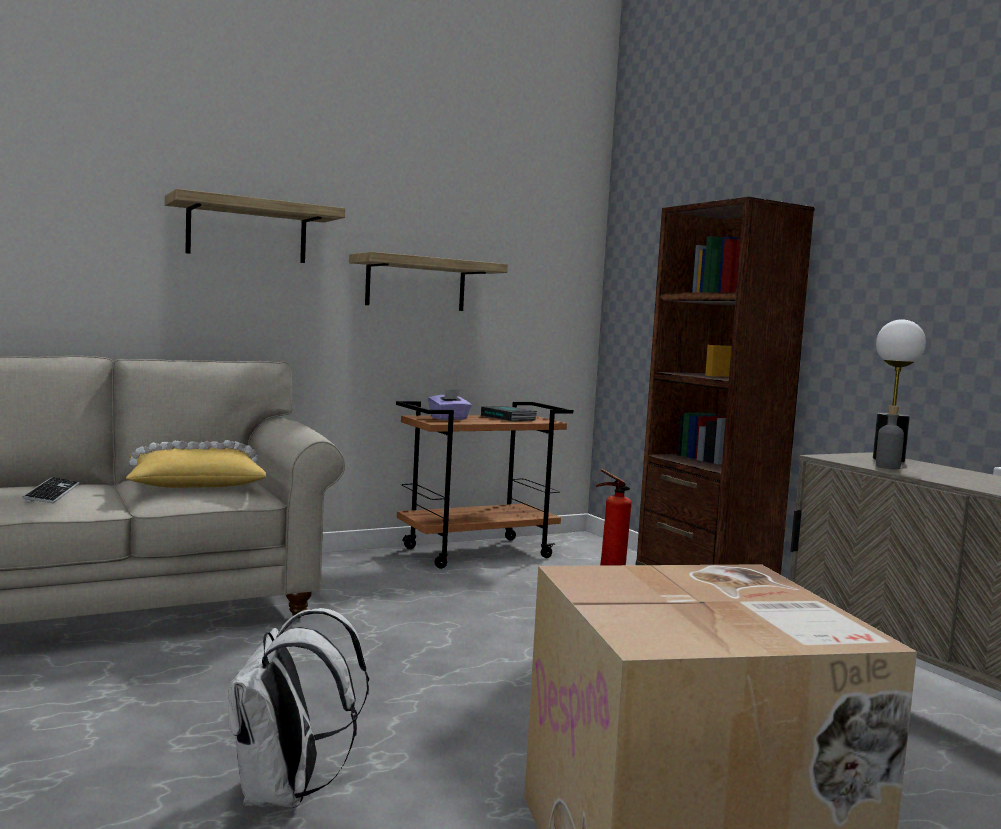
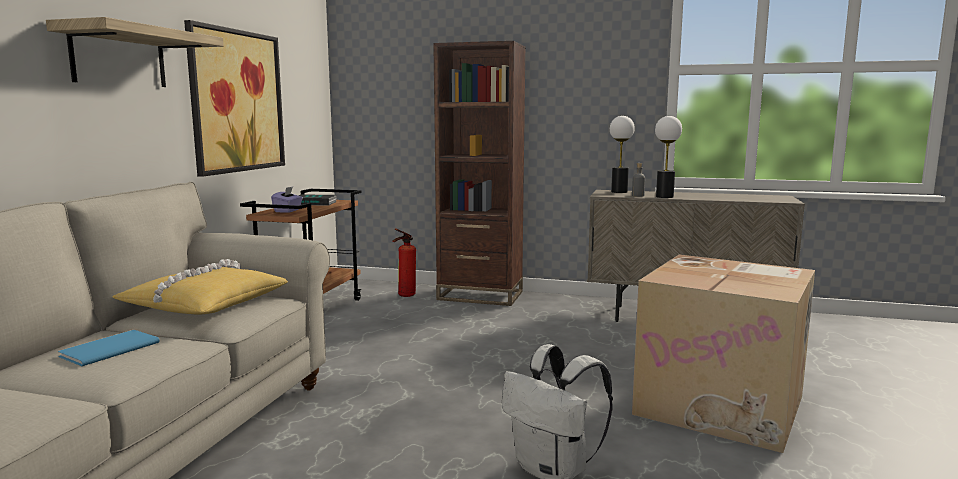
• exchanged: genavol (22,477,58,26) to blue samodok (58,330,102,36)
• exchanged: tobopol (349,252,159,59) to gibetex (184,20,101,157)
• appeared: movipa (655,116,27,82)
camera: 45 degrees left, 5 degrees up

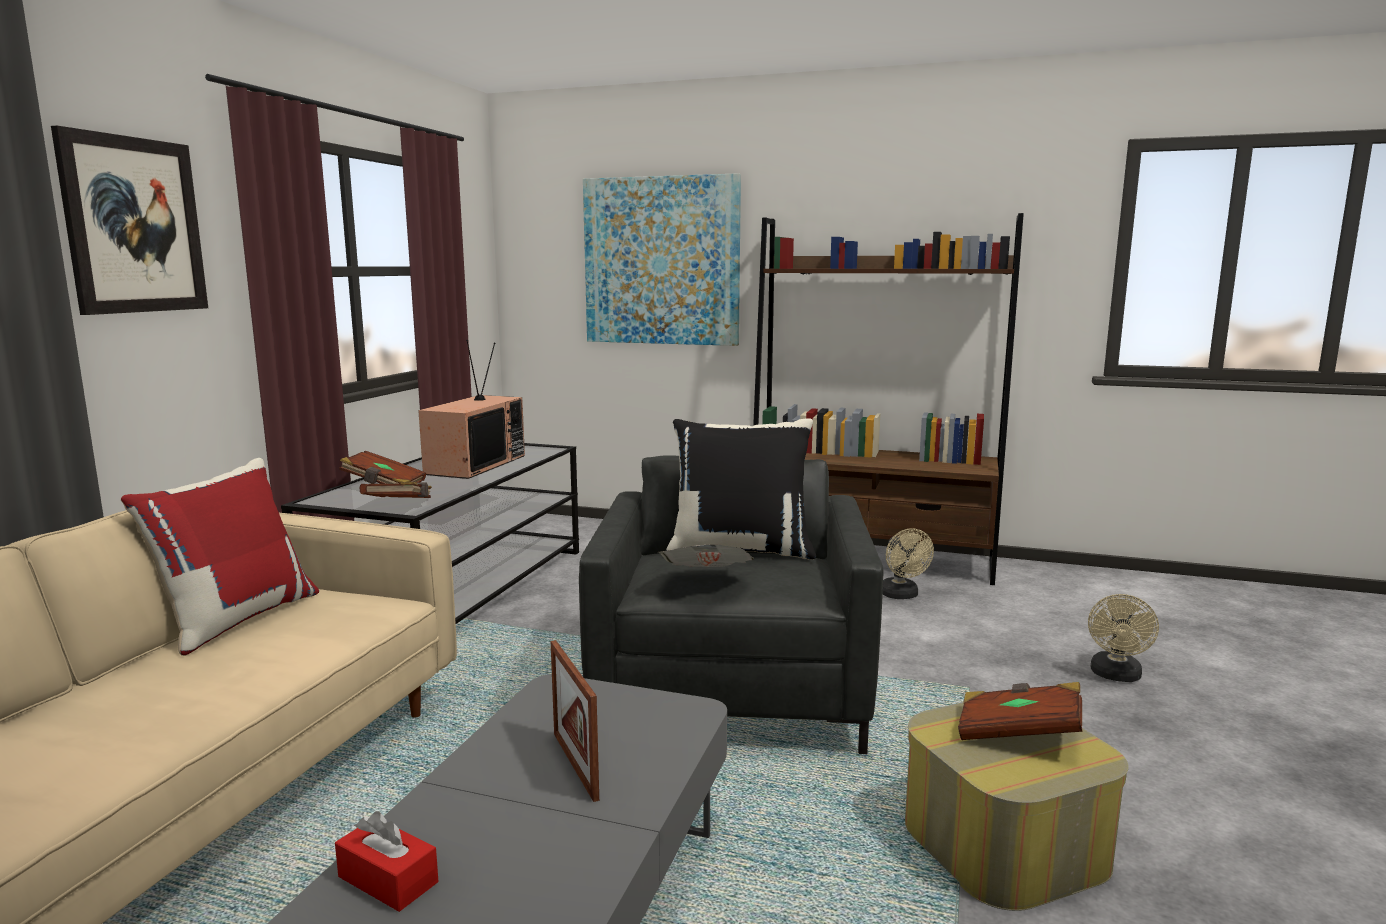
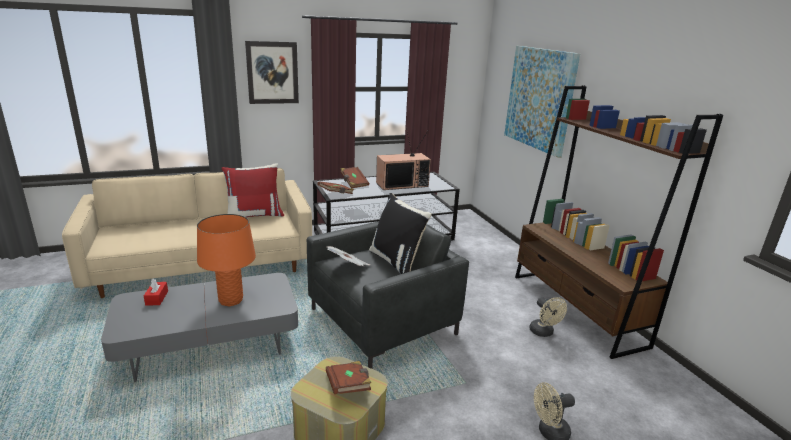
• exchanged: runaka (550,640,49,162) to orange movipa (197,214,59,92)
• spun: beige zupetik (882,528,52,71) = (529,297,38,40) 60 degrees counterclockwise
camera: 50 degrees right, 10 degrees up

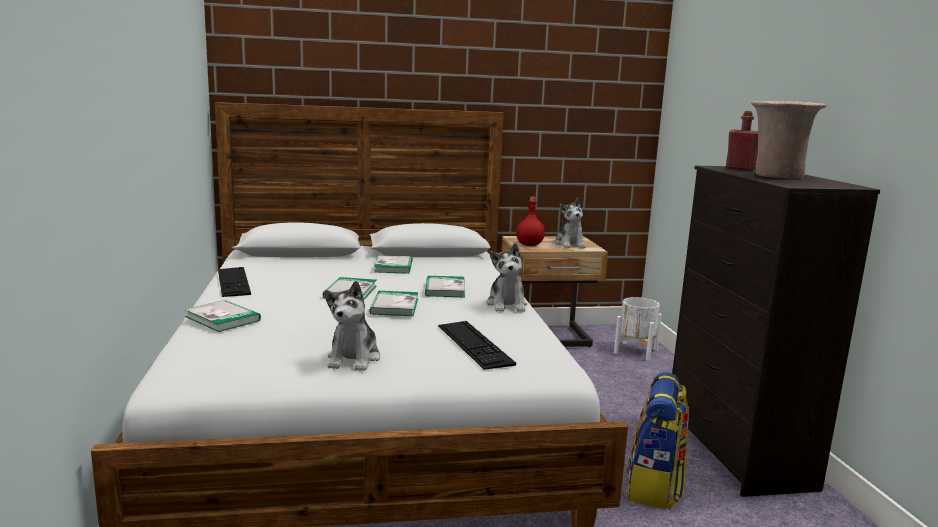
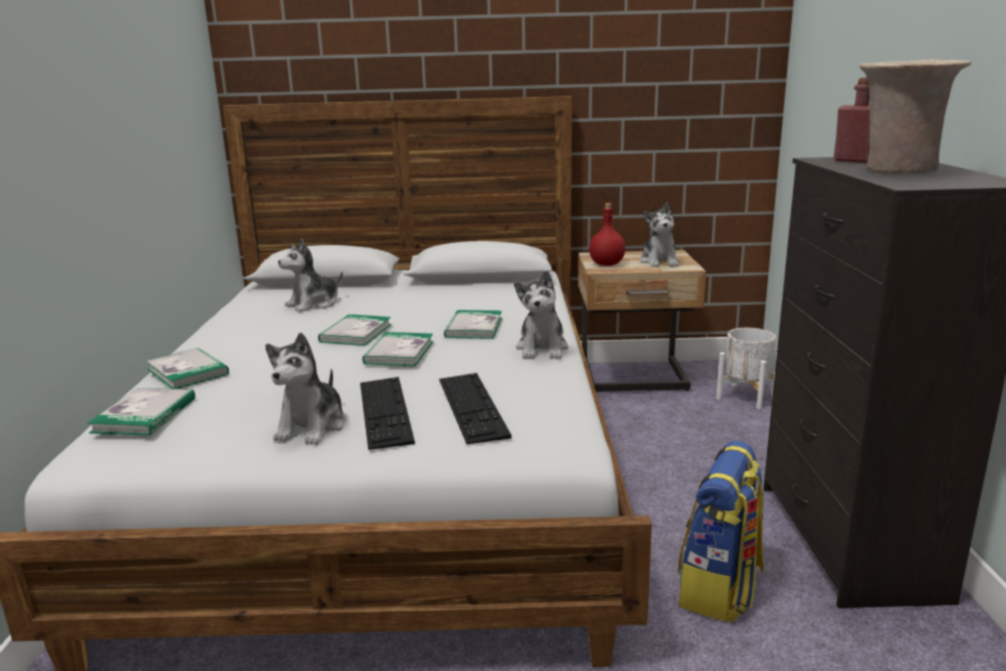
• relocated: genavol (218,267,33,30) to (360,377,55,73)
• relocated: samodok (374,255,39,19) to (87,388,108,48)
• appeared: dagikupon (278,239,65,73)
camera: 10 degrees right, 5 degrees up

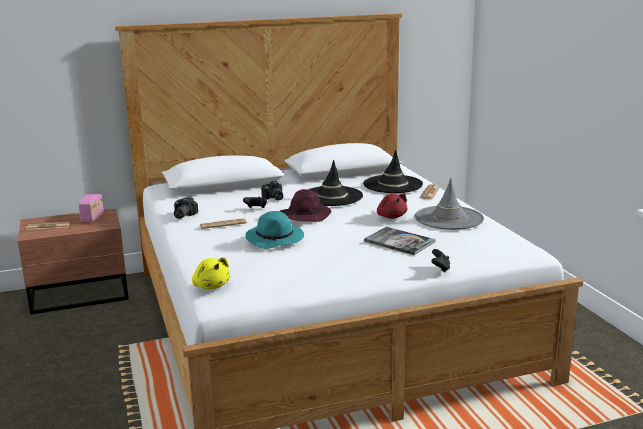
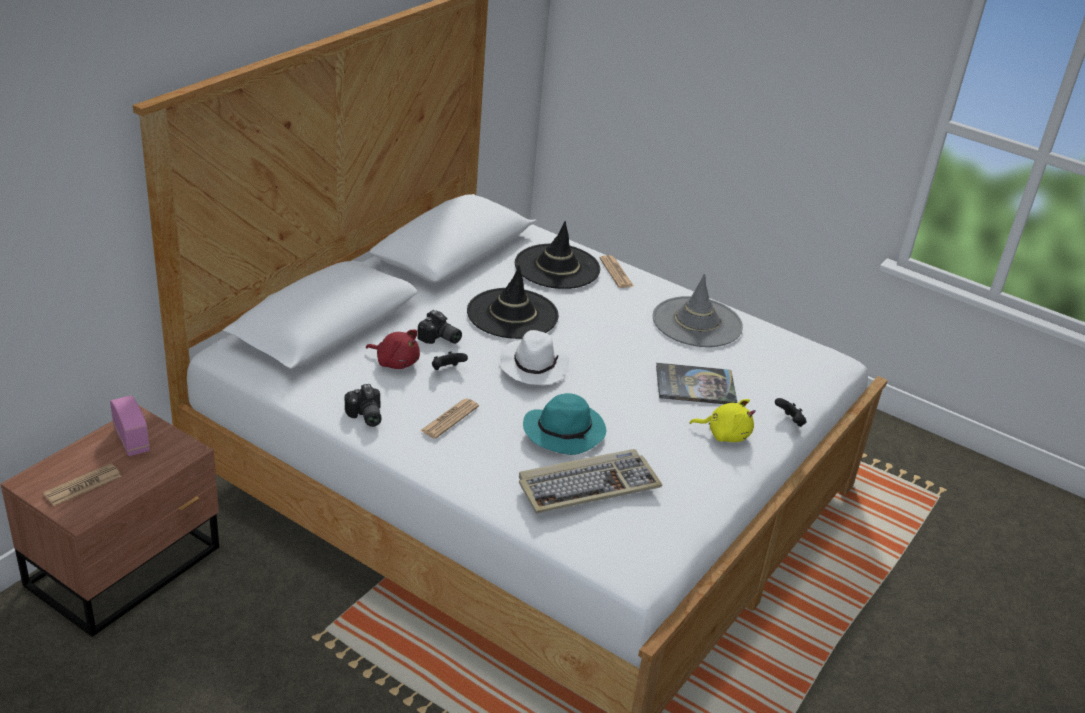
• relocated: yellow dagikupon (192,257,38,32) to (690,399,66,43)
• colour: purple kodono (280,189,51,33) to white kodono (500,330,69,55)
• relocated: red dagikupon (377,194,30,25) to (366,330,54,39)
• appeared: genavol (519,449,143,65)
camera: 40 degrees left, 15 degrees up

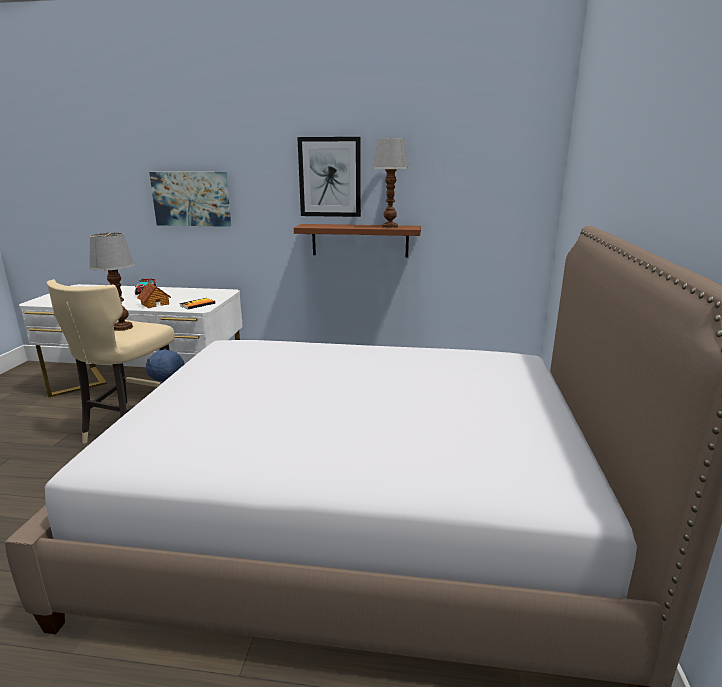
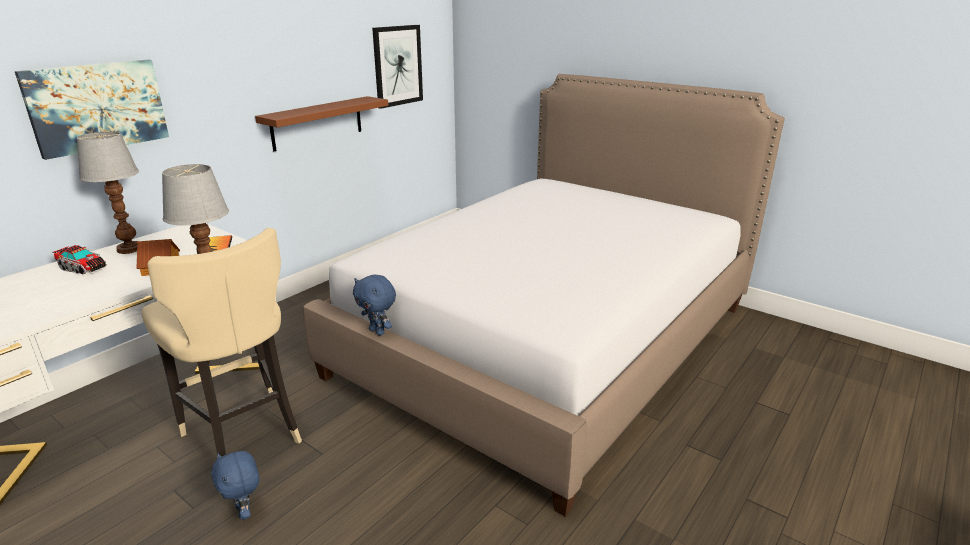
• relocated: gibetex (297,137,64,80) to (372,25,51,84)
• relocated: movipa (372,139,37,89) to (77,131,62,123)
• appeared: blue dagikupon (211,451,49,69)
camera: 60 degrees left, 5 degrees up

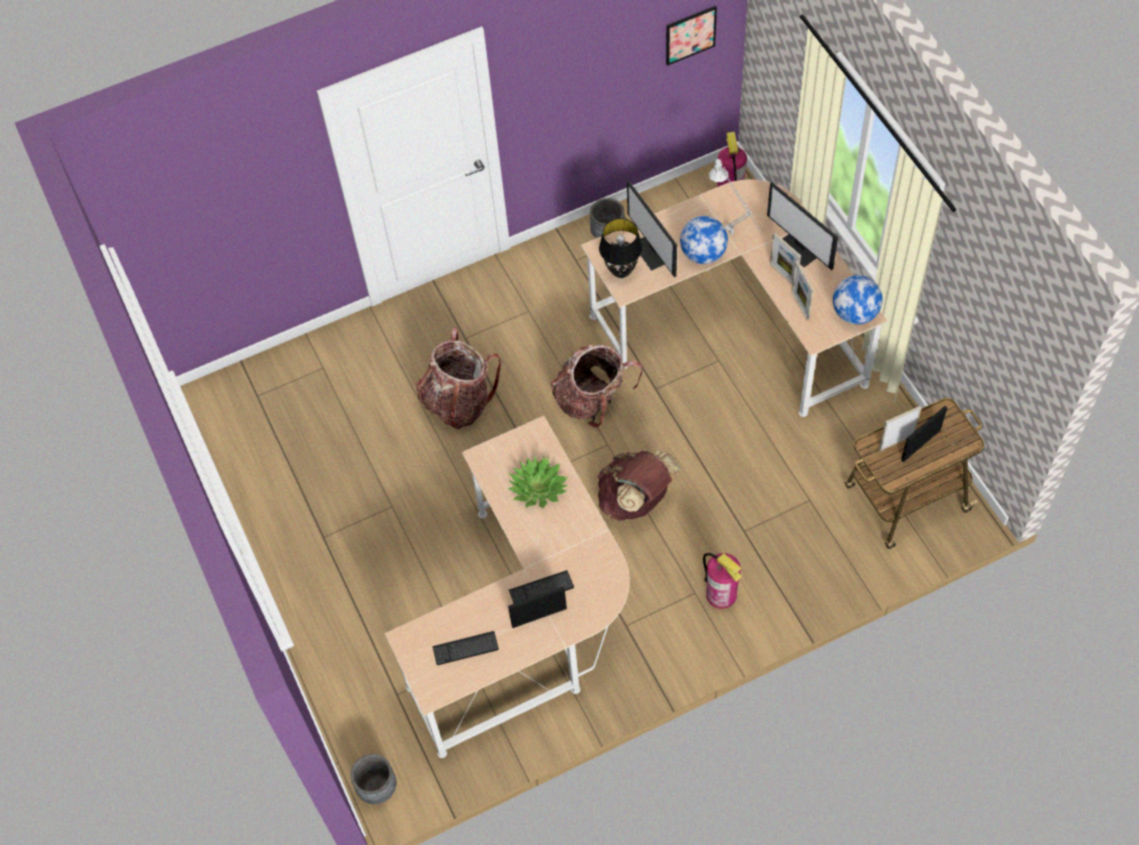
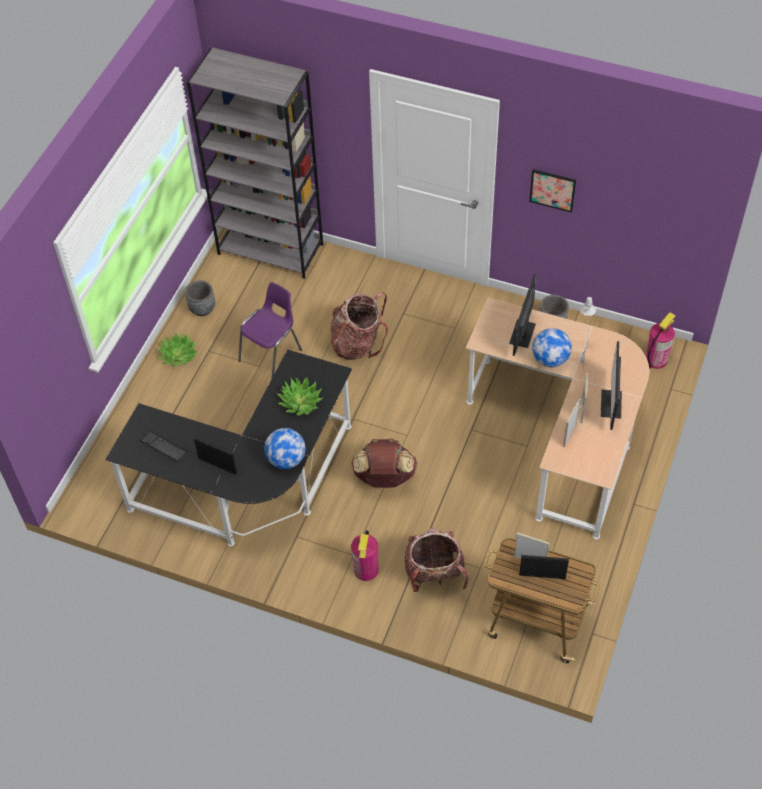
• relocated: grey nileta (351,754,45,50) to (185,280,30,36)
• colour: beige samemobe (385,416,245,342) to black samemobe (105,349,247,197)
• missing: genavol (509,570,65,34)
• relocated: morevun (551,344,92,84) to (405,528,63,64)
• missing: black movipa (599,218,43,60)
• relocated: gibetex (666,6,51,60) to (529,169,47,44)
• relocated: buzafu (833,275,50,50) to (264,428,41,41)
• appeared: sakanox (157,332,41,35)
• appeared: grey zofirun (187,48,136,231)
• appeared: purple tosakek (238,282,64,97)
camera: 45 degrees right, 5 degrees down

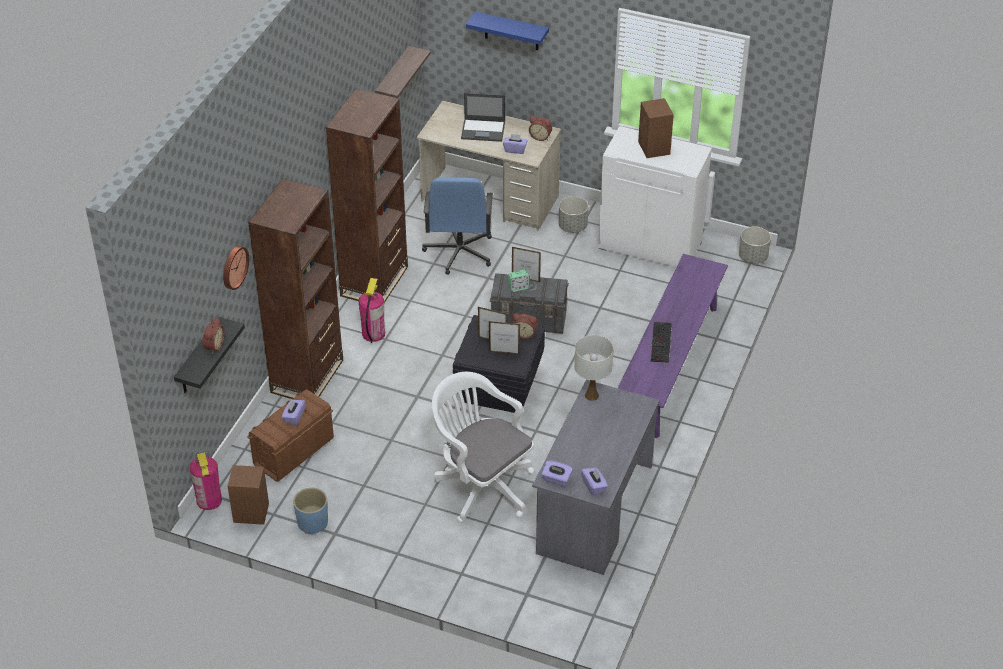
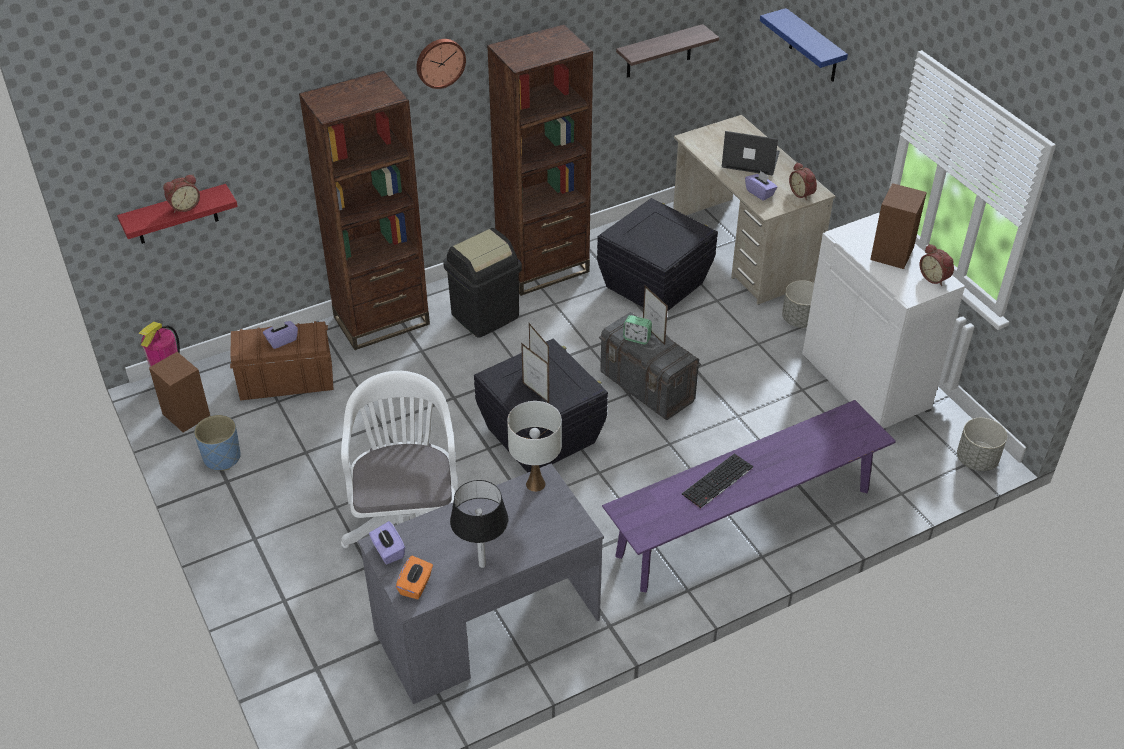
• colour: black tobopol (174,317,71,76) to red tobopol (117,184,121,60)
• relocated: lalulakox (223,246,26,44) to (416,39,50,50)
• exchanged: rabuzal (359,278,26,65) to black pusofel (443,228,79,110)
• exchanged: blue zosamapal (422,177,71,98) to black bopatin (597,198,121,113)
• spun: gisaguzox (461,93,44,49) = (722,131,58,45) 150 degrees clockwise
• relocated: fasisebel (512,313,25,26) to (920,244,34,42)
• colour: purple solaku (581,468,27,28) to orange solaku (396,556,37,43)
• appeared: black movipa (450,480,58,88)
camera: 40 degrees right, 0 degrees up

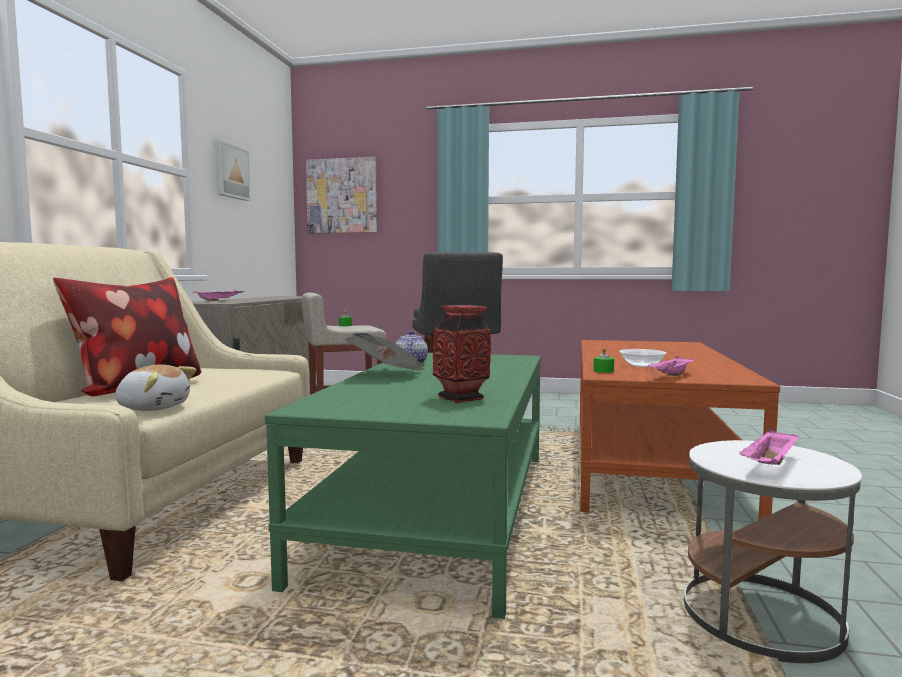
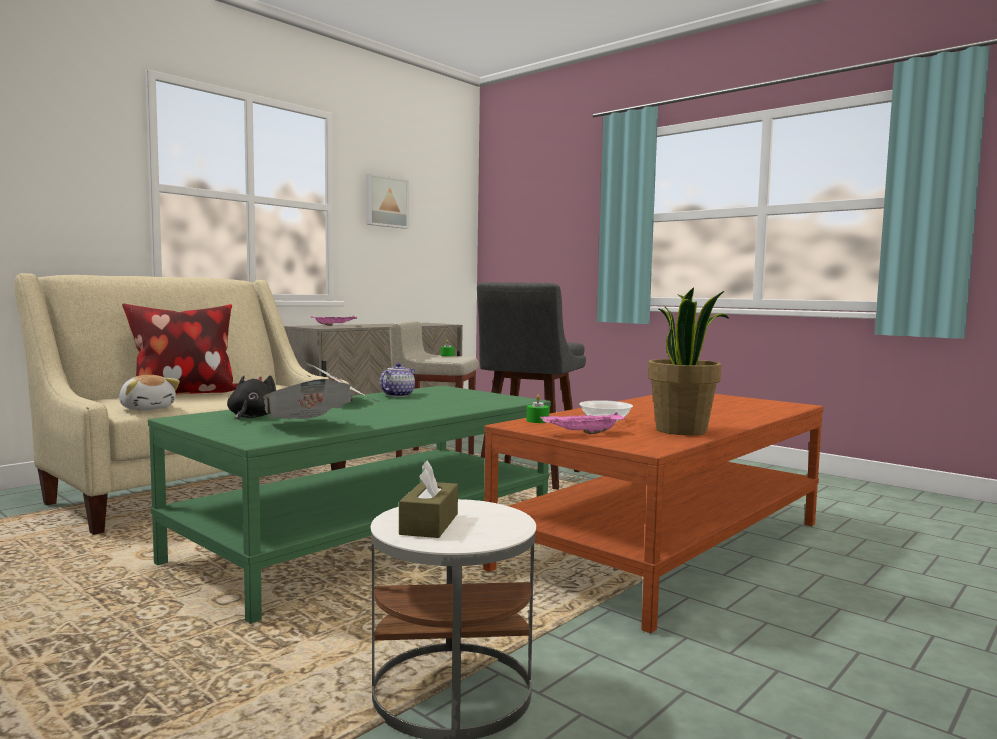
• missing: gibetex (306,157,71,76)
• exchanged: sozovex (433,305,58,98) to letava (263,379,91,40)
• exchanged: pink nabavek (740,429,59,36) to brown solaku (399,461,59,77)
• appeared: black dagikupon (227,376,49,44)
• appeared: sakanox (648,287,82,148)
camera: 30 degrees right, 0 degrees up

